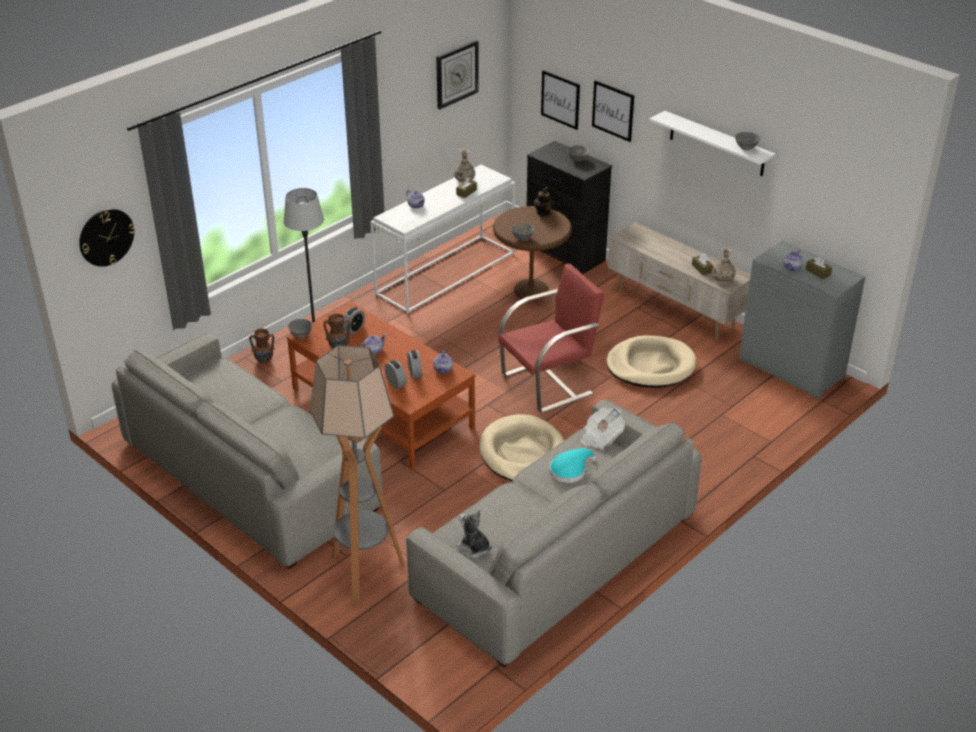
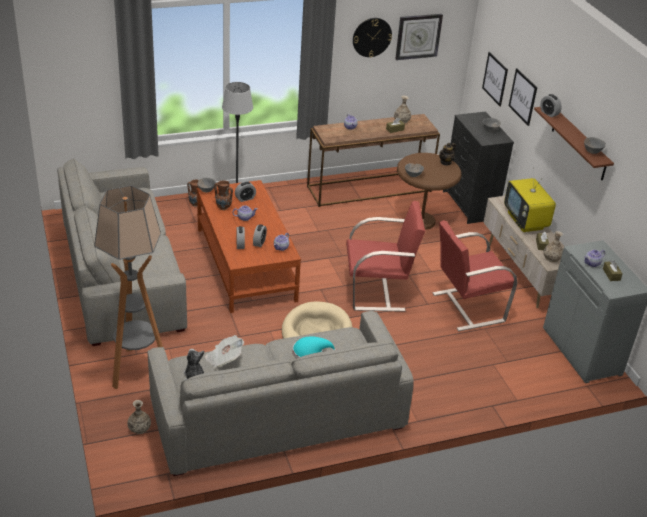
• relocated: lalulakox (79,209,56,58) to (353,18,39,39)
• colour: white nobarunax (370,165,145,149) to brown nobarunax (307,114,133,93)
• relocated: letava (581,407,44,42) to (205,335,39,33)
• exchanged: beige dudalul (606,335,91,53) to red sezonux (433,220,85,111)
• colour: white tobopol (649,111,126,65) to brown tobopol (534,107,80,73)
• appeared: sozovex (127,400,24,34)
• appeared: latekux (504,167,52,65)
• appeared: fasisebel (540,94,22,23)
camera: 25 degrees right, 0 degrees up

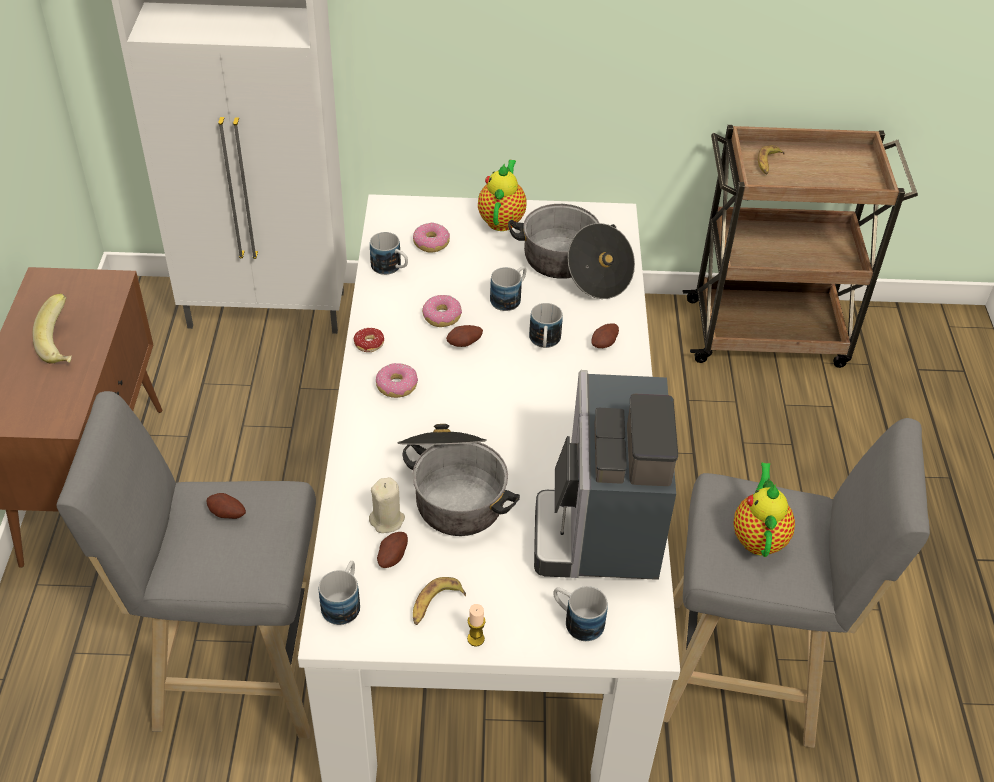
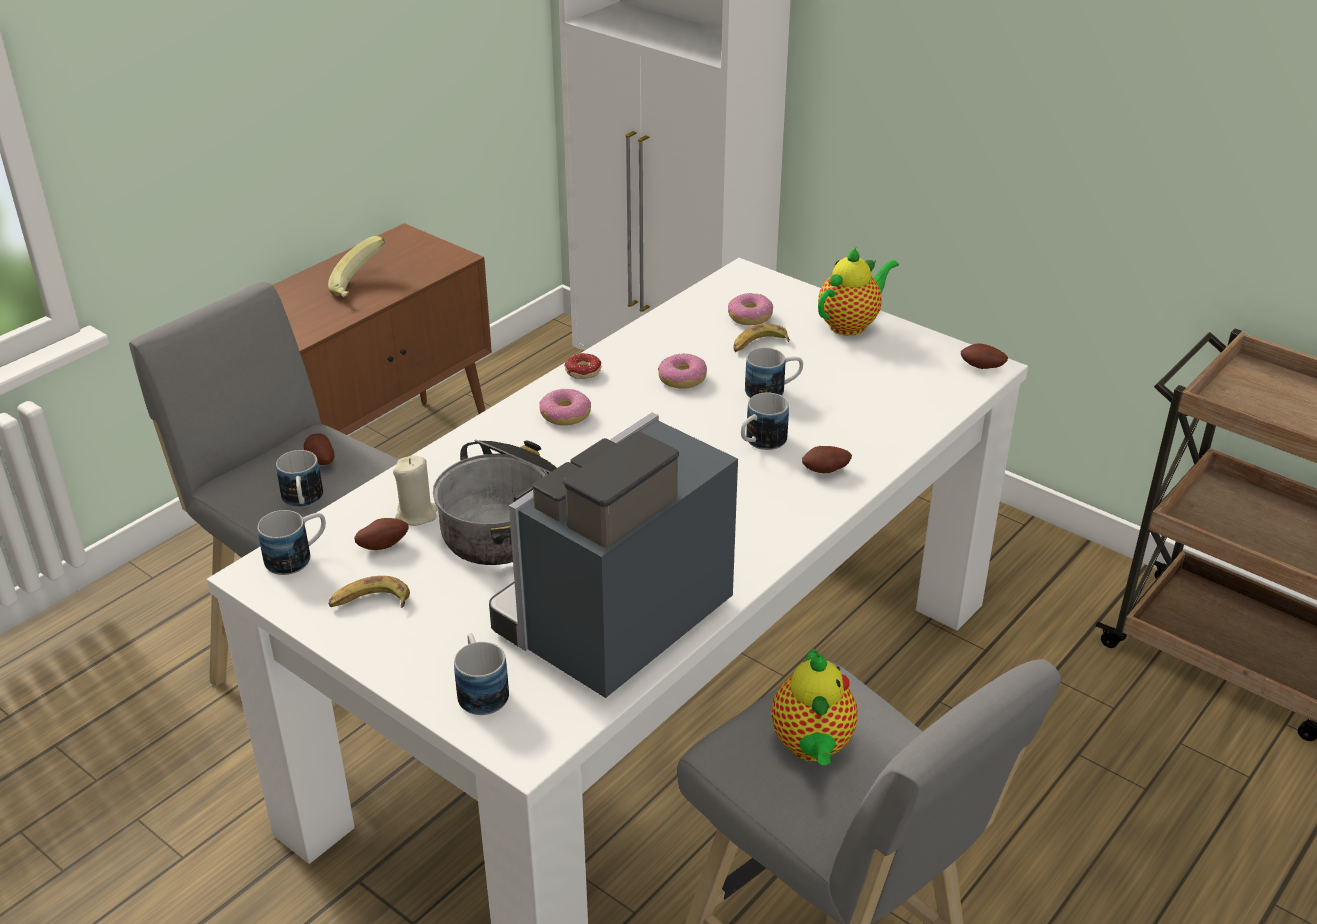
• relocated: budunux (370,232,38,43) to (276,450,47,58)
• relocated: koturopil (446,325,37,22) to (961,343,47,26)
• missing: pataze (467,604,19,43)
• missing: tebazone (508,204,127,95)
• spun: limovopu (733,463,62,94) = (771,647,87,118) 135 degrees clockwise
• relocated: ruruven (758,145,27,30) to (733,324,57,28)
camera: 40 degrees right, 10 degrees down

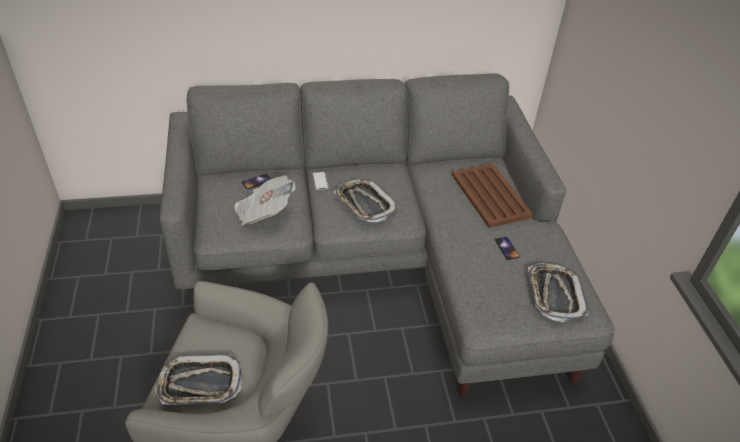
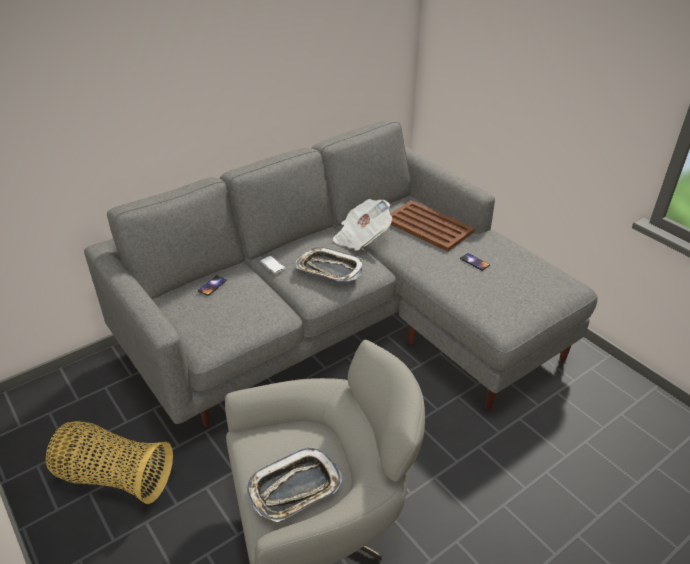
• relocated: letava (234,175,62,51) to (333,199,59,52)
• missing: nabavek (528,263,60,59)
• appeared: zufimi (46,421,127,83)
camera: 25 degrees left, 5 degrees down

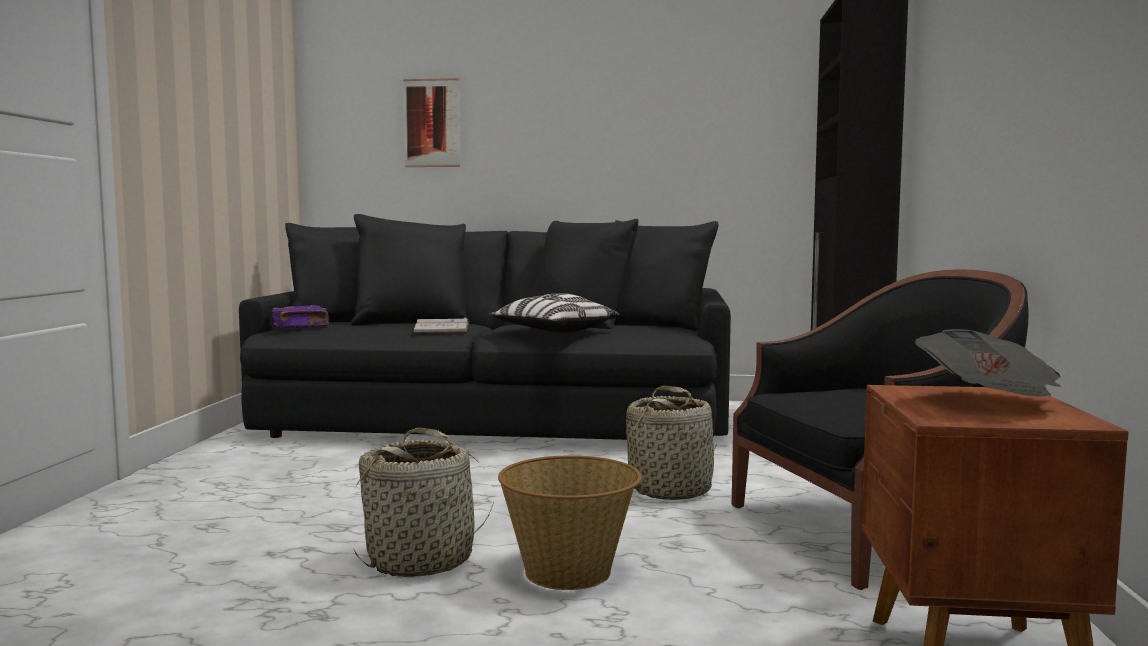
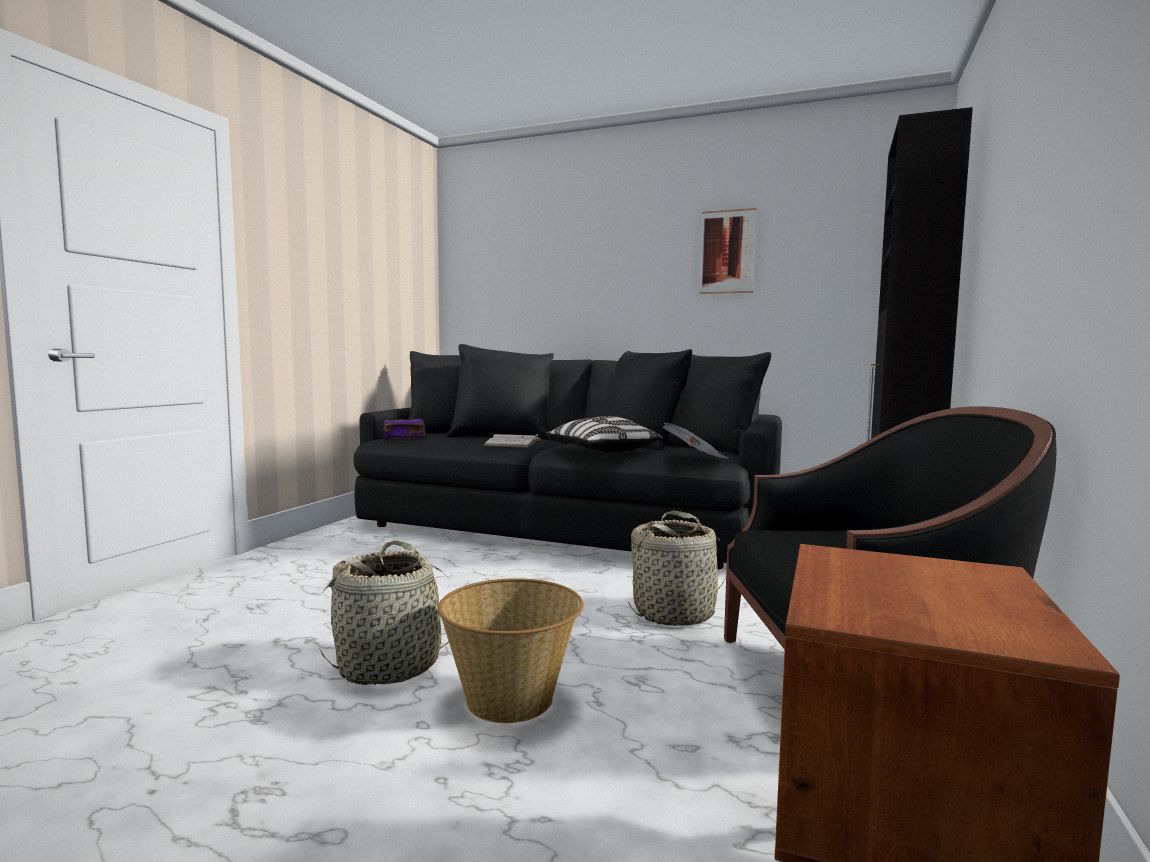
• relocated: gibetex (403,78,57,89) to (700,208,57,86)
• relocated: letava (915,329,146,68) to (662,423,66,35)
camera: 15 degrees right, 0 degrees up

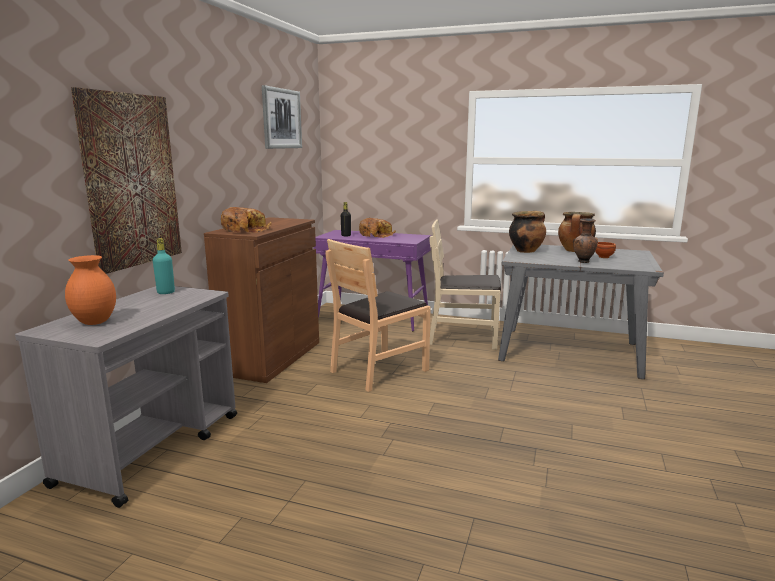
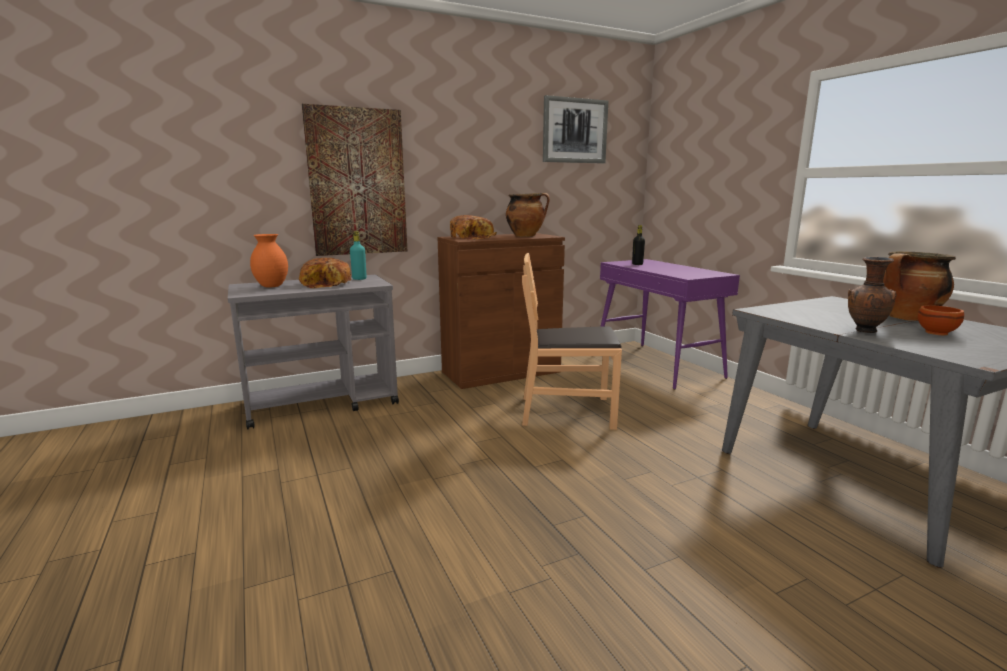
• relocated: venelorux (359,218,37,20) to (299,258,52,30)
• missing: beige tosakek (429,219,72,131)
• relocated: tebazone (509,211,37,42) to (506,192,44,45)
camera: 45 degrees right, 0 degrees up

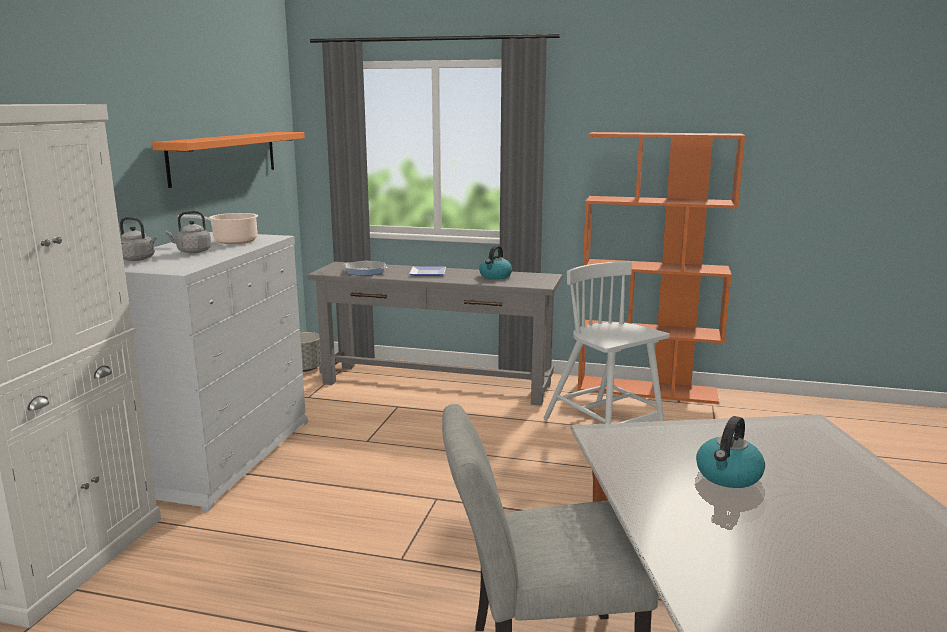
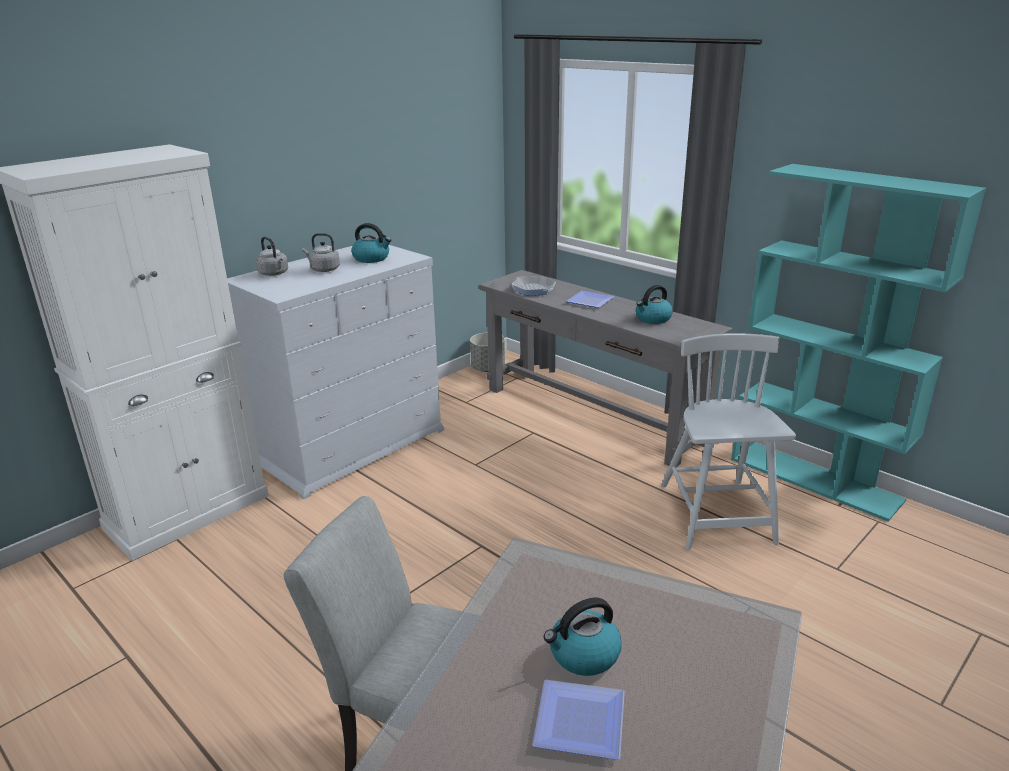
• missing: orange tobopol (152,132,153,56)
• exchanged: tebazone (178,213,80,31) to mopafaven (351,223,40,40)
• colour: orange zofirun (577,132,168,272) to turquoise zofirun (731,164,255,358)
• appeared: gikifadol (532,679,93,81)
camera: 30 degrees right, 10 degrees up

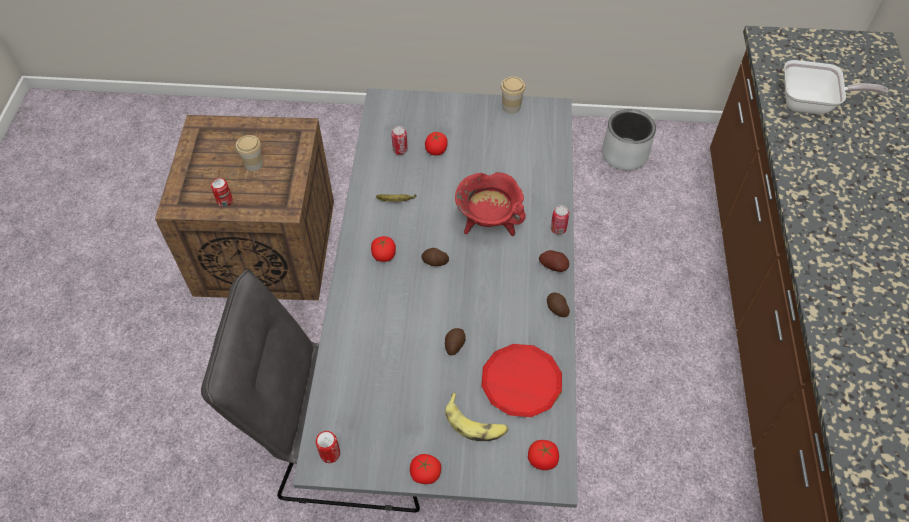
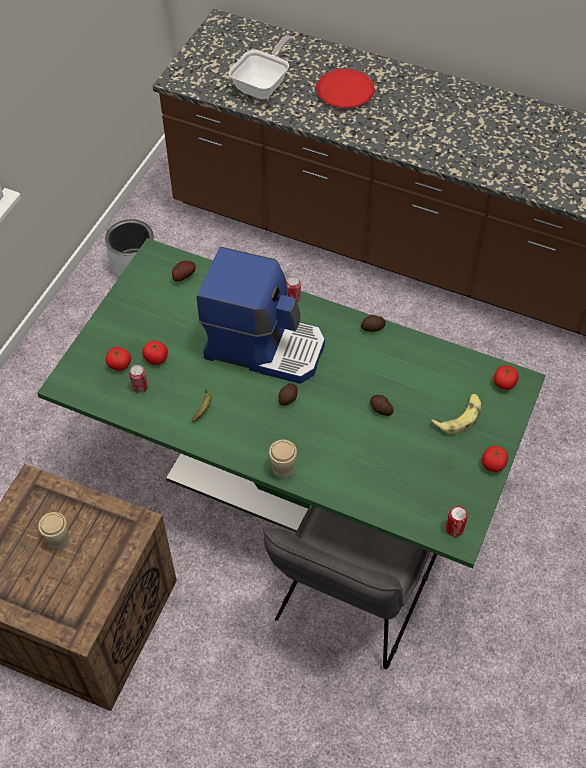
• missing: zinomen (211,178,22,29)
• colour: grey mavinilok (293,88,285,420) to green mavinilok (37,238,509,330)
• relocated: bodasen (371,236,25,26) to (106,347,25,24)
• exchanged: red tebazone (455,172,71,64) to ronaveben (197,247,128,137)
• relocated: red gikifadol (481,344,81,73) to (316,69,59,39)
• relocated: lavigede (501,77,24,37) to (269,440,28,38)
• relocated: koturopil (539,250,30,22) to (172,261,24,21)
camera: 70 degrees left, 0 degrees up

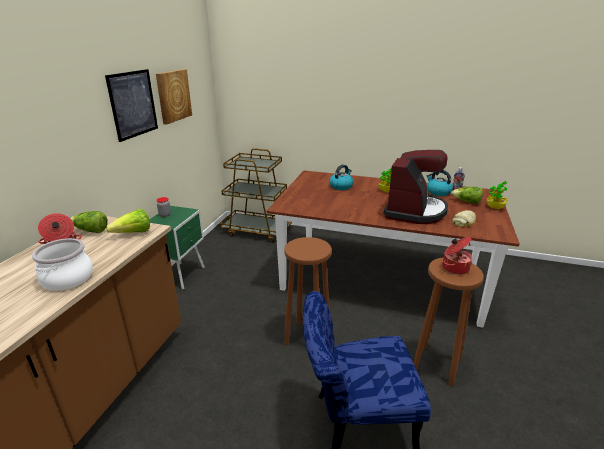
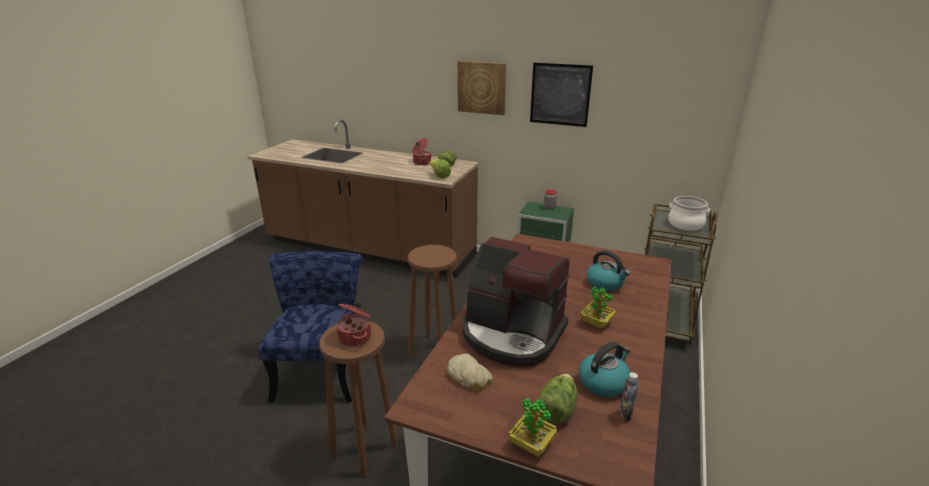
• relocated: tebazone (32,238,61,53) to (668,196,42,35)
• relocated: gibetex (156,69,36,56) to (458,61,48,54)
camera: 95 degrees right, 0 degrees up

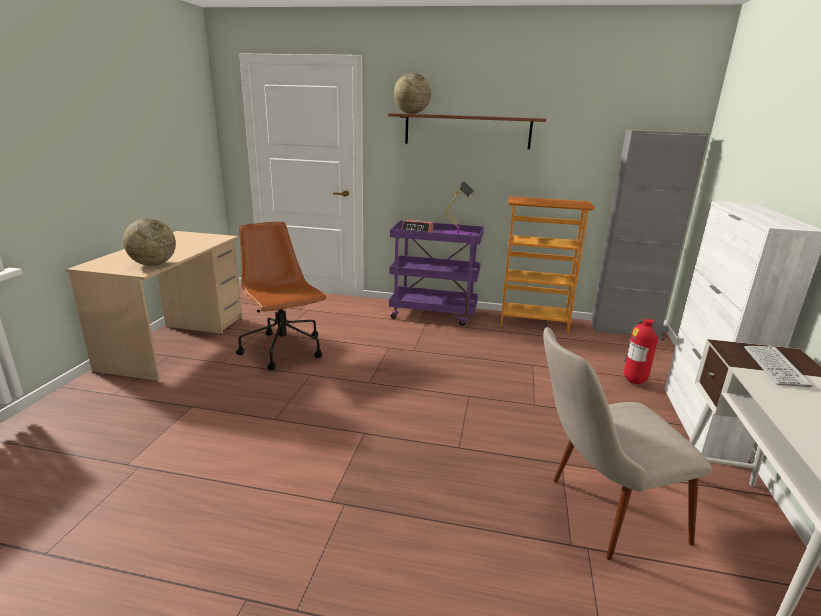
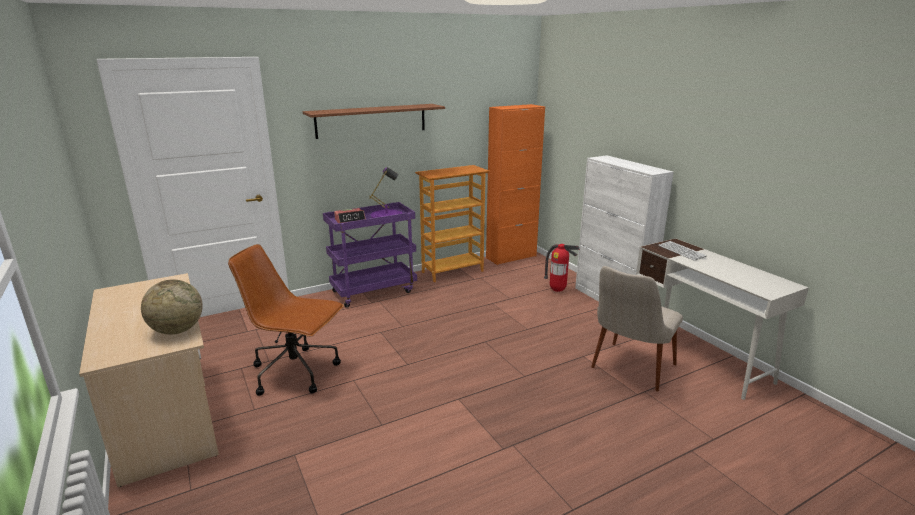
• missing: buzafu (394,73,37,41)
• colour: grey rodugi (591,130,118,209) to orange rodugi (486,104,59,161)
camera: 40 degrees left, 0 degrees up

